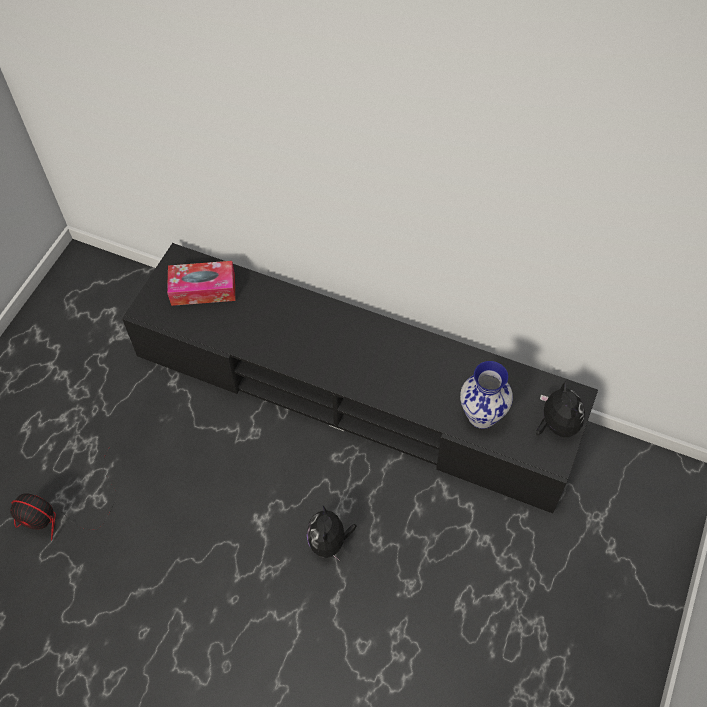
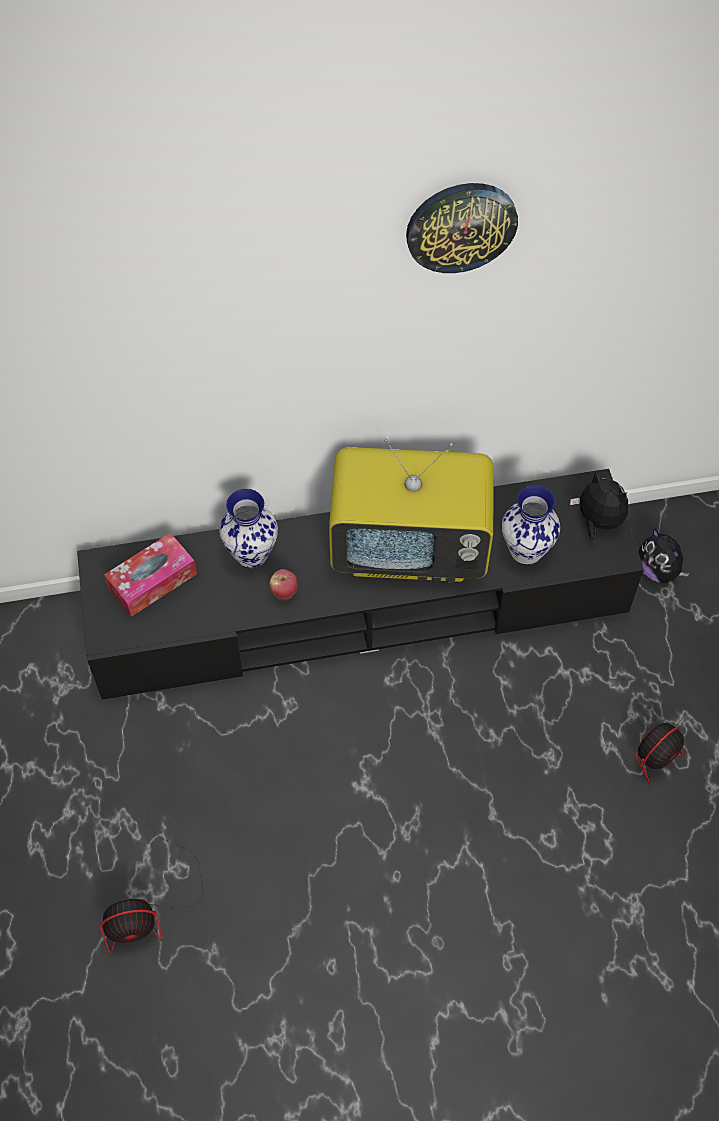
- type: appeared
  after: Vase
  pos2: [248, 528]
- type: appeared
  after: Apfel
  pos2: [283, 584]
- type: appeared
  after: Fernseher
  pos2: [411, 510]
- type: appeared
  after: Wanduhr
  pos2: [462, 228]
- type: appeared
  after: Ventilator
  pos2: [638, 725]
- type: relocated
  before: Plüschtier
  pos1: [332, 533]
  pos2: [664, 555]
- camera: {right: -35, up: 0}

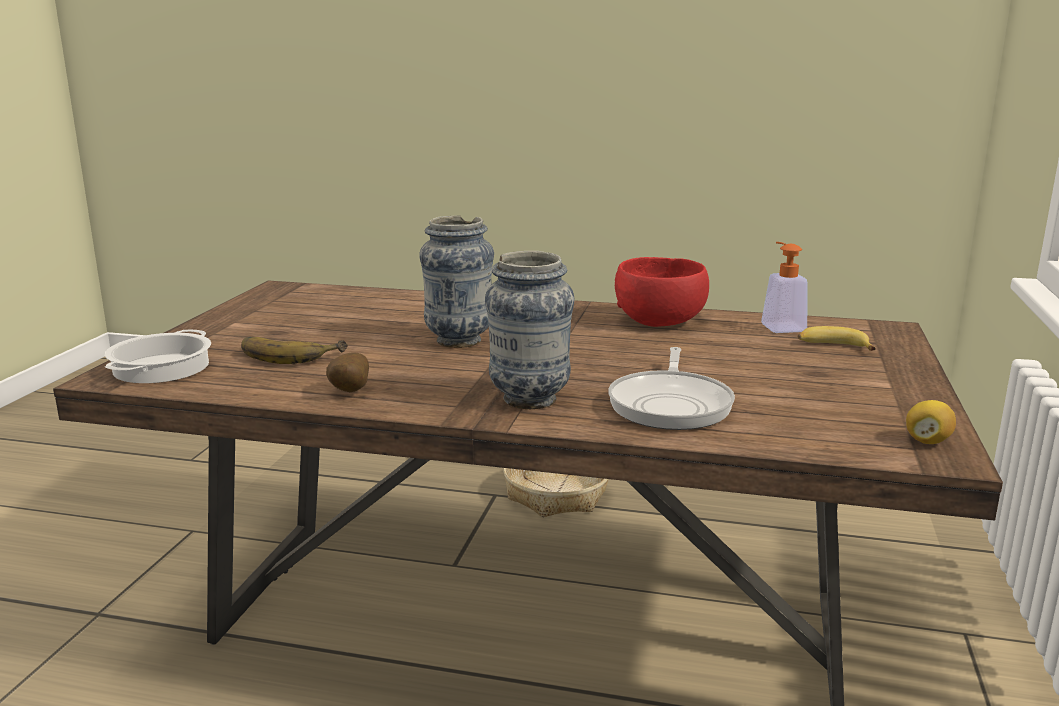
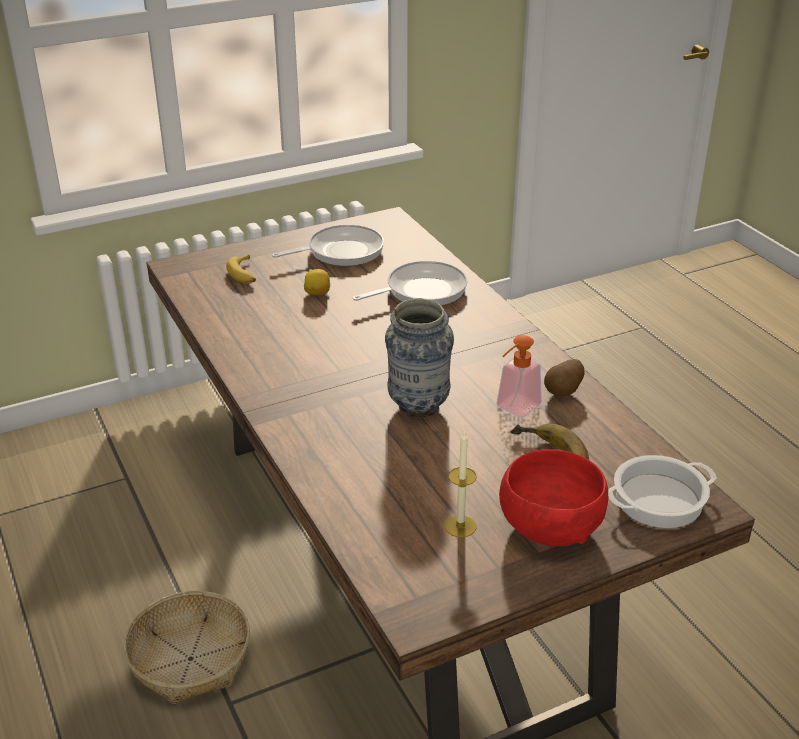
- type: missing
  before: Vase
  pos1: [530, 330]
- type: appeared
  after: Pfanne
  pos2: [328, 245]
- type: appeared
  after: Kerze
  pos2: [460, 484]
- type: relocated
  before: Schüssel [rot]
  pos1: [662, 292]
  pos2: [553, 497]
- type: relocated
  before: Seifenspender
  pos1: [784, 287]
  pos2: [519, 376]
- type: relocated
  before: Zitrone
  pos1: [931, 422]
  pos2: [317, 282]
- camera: {right: -130, up: 15}

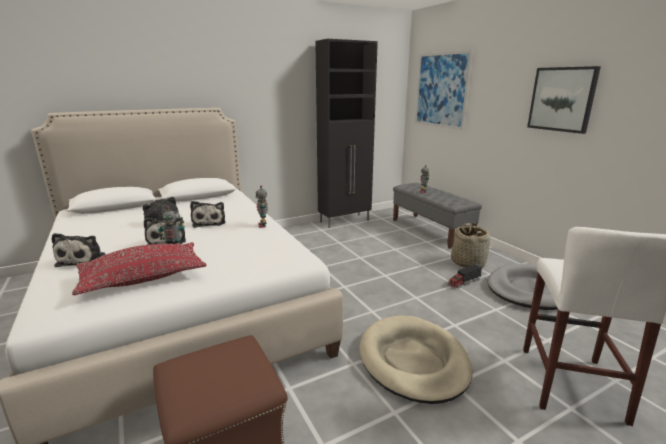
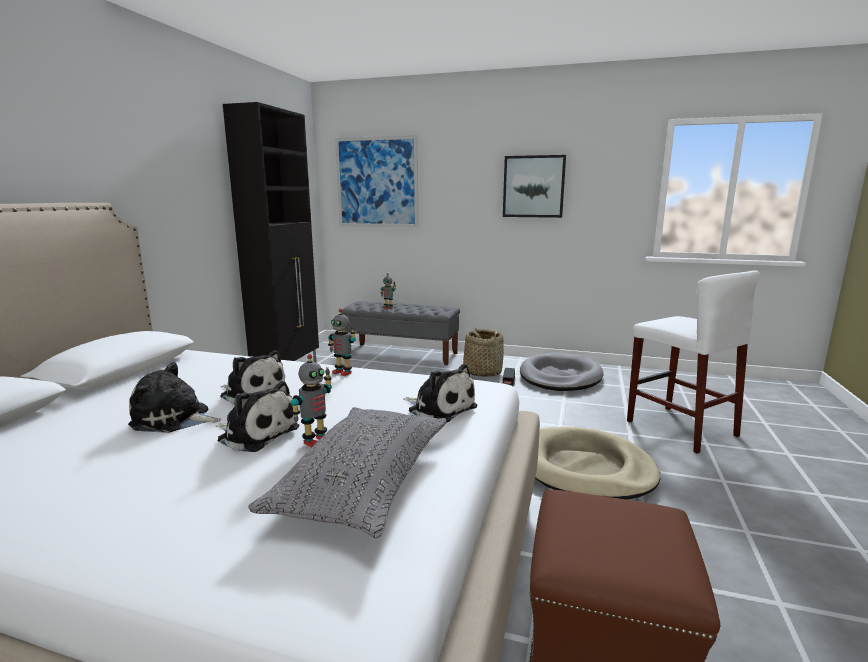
- type: relocated
  before: Plüschtier
  pos1: [79, 250]
  pos2: [440, 393]
- type: colour
  before: Kissen [rot]
  after: Kissen [grau]
  pos1: [139, 268]
  pos2: [347, 472]
- camera: {right: -45, up: -5}

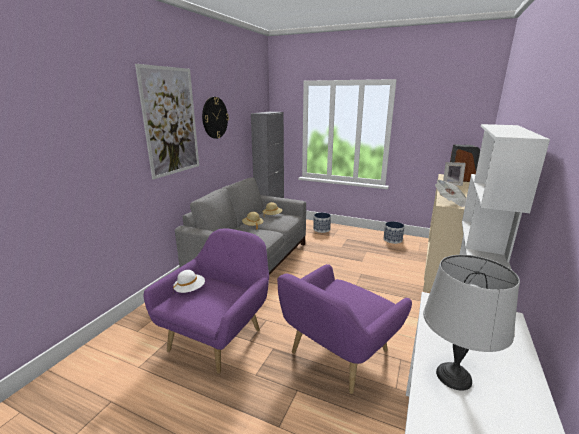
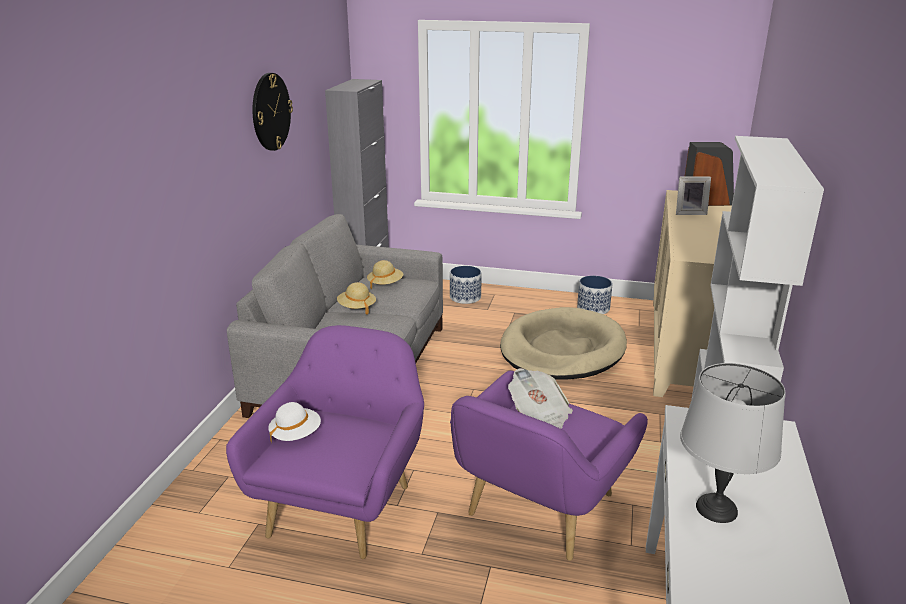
- type: missing
  before: Bild
  pos1: [167, 122]
- type: appeared
  after: Hundebett [beige]
  pos2: [563, 343]
- type: relocated
  before: Zeitung
  pos1: [450, 193]
  pos2: [540, 398]
- camera: {right: -10, up: 5}

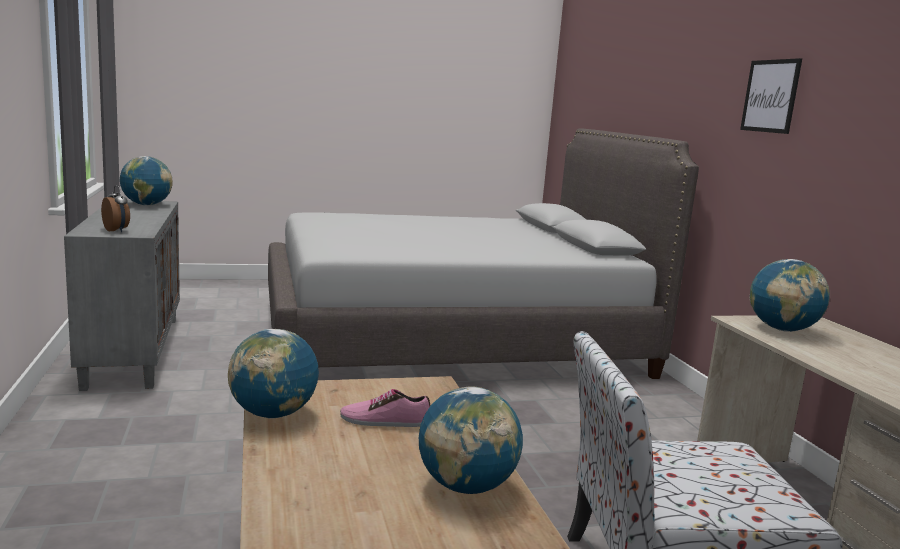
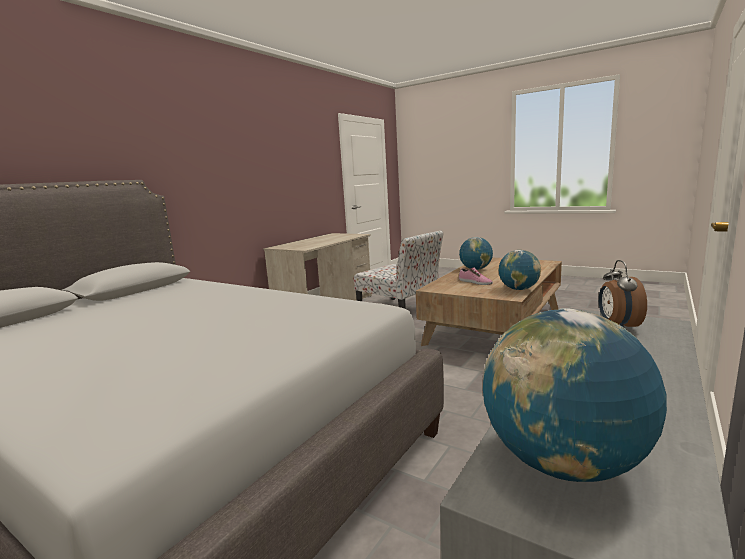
- type: missing
  before: Bild
  pos1: [771, 96]
- type: missing
  before: Globus
  pos1: [790, 295]
- camera: {right: -130, up: 0}

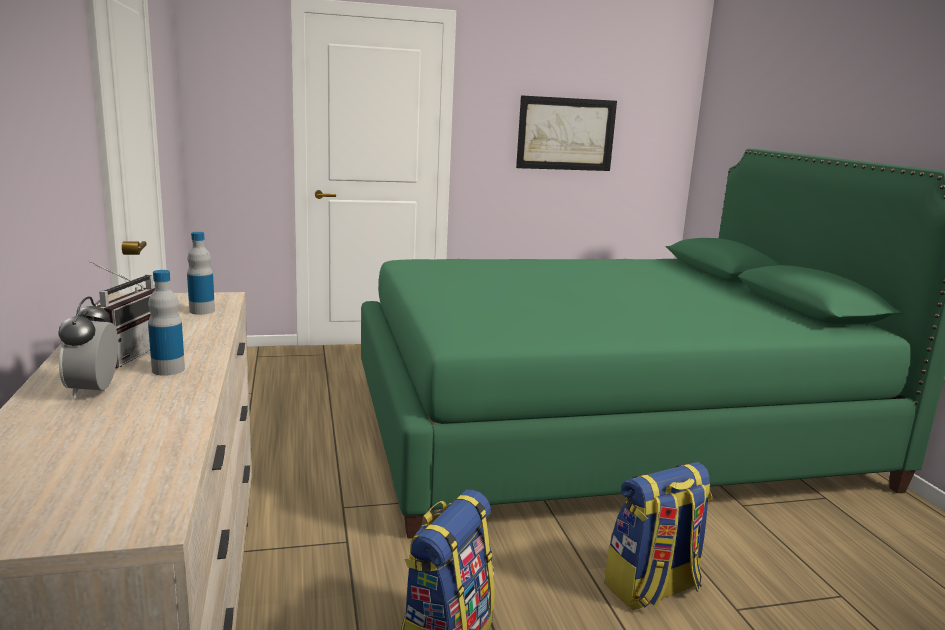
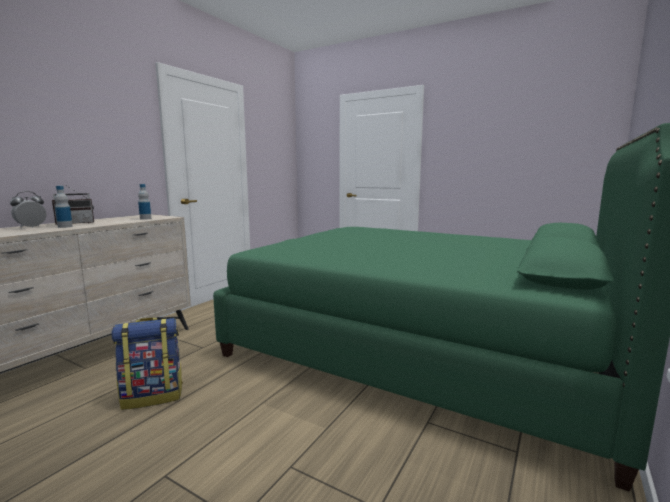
- type: missing
  before: Bild
  pos1: [566, 133]
- type: missing
  before: Rucksack
  pos1: [658, 536]
- camera: {right: 45, up: -5}

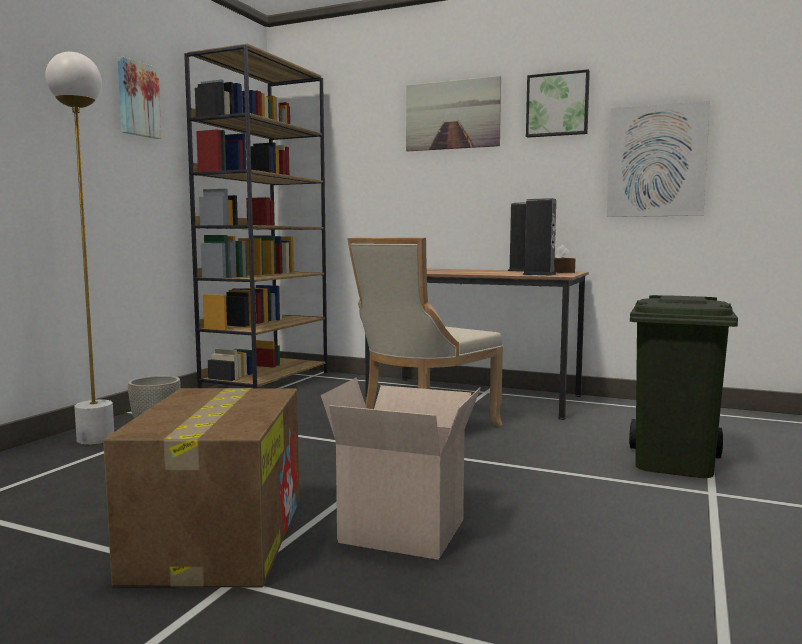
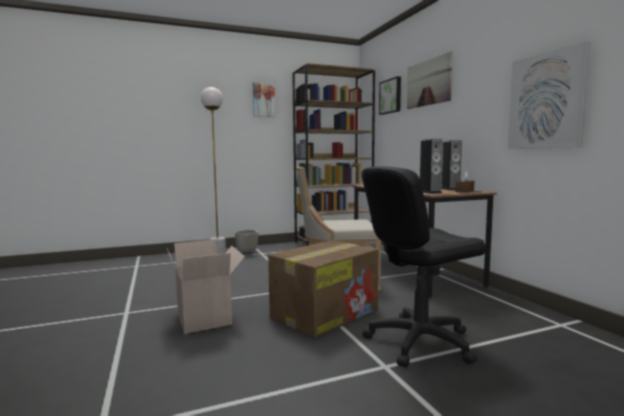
- type: relocated
  before: Karton
  pos1: [201, 487]
  pos2: [323, 289]
- type: relocated
  before: Bild
  pos1: [558, 103]
  pos2: [390, 95]
- type: exchanged
  before: Mülleimer [grün]
  after: Bürostuhl [schwarz]
  pos1: [683, 386]
  pos2: [423, 266]
- camera: {right: 45, up: 0}

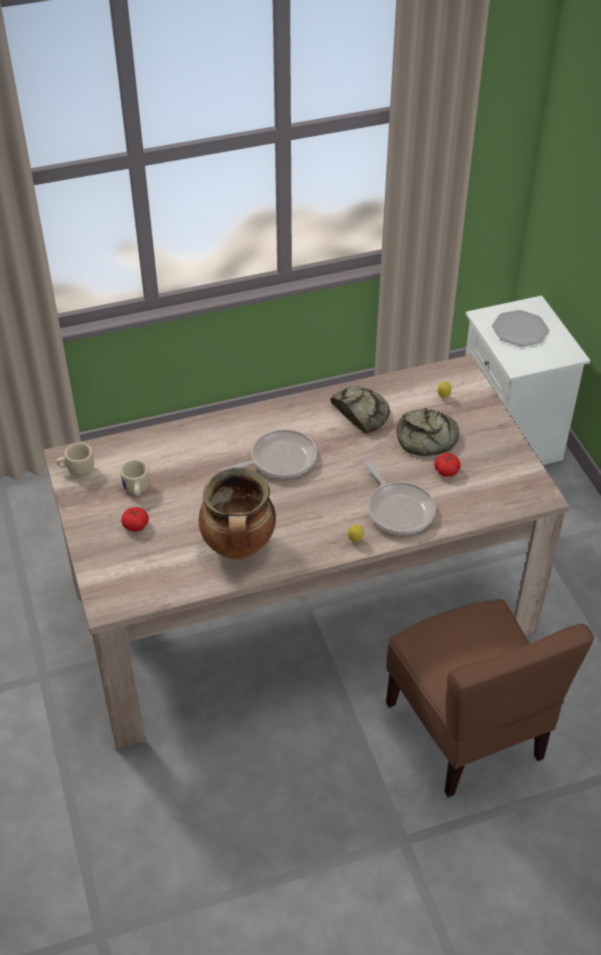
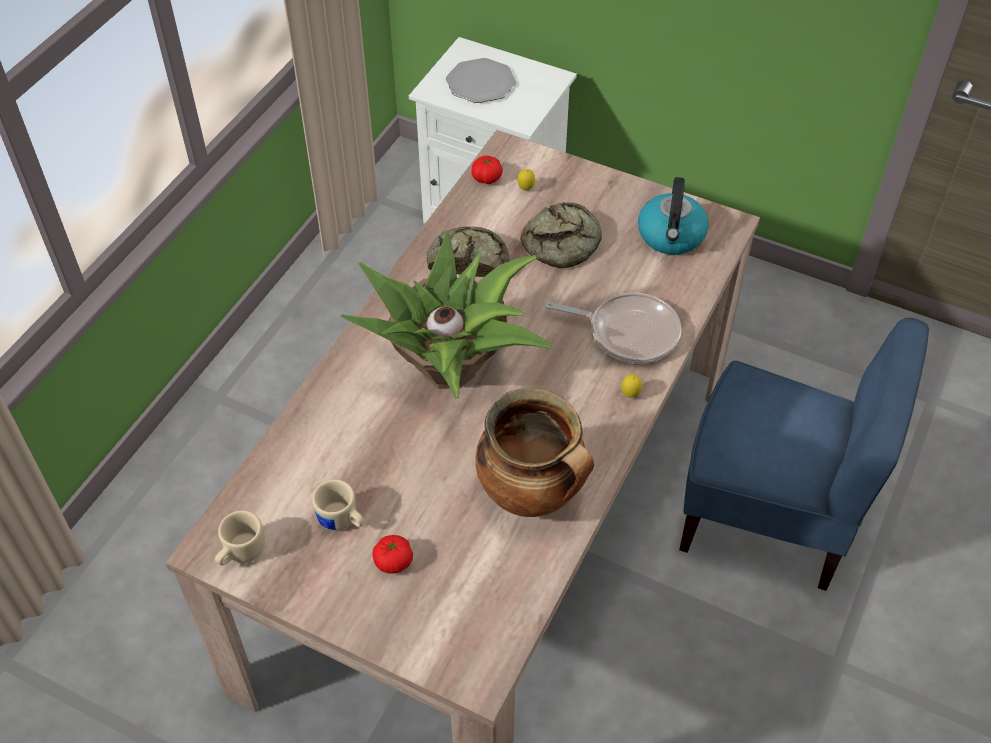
- type: appeared
  after: Wasserkessel
  pos2: [673, 216]
- type: relocated
  before: Tomate
  pos1: [447, 465]
  pos2: [487, 170]
- type: exchanged
  before: Pfanne
  after: Topfpflanze
  pos1: [268, 454]
  pos2: [446, 315]
- type: colour
  before: Stuhl [braun]
  after: Stuhl [blau]
  pos1: [490, 698]
  pos2: [804, 454]
- camera: {right: -45, up: 5}

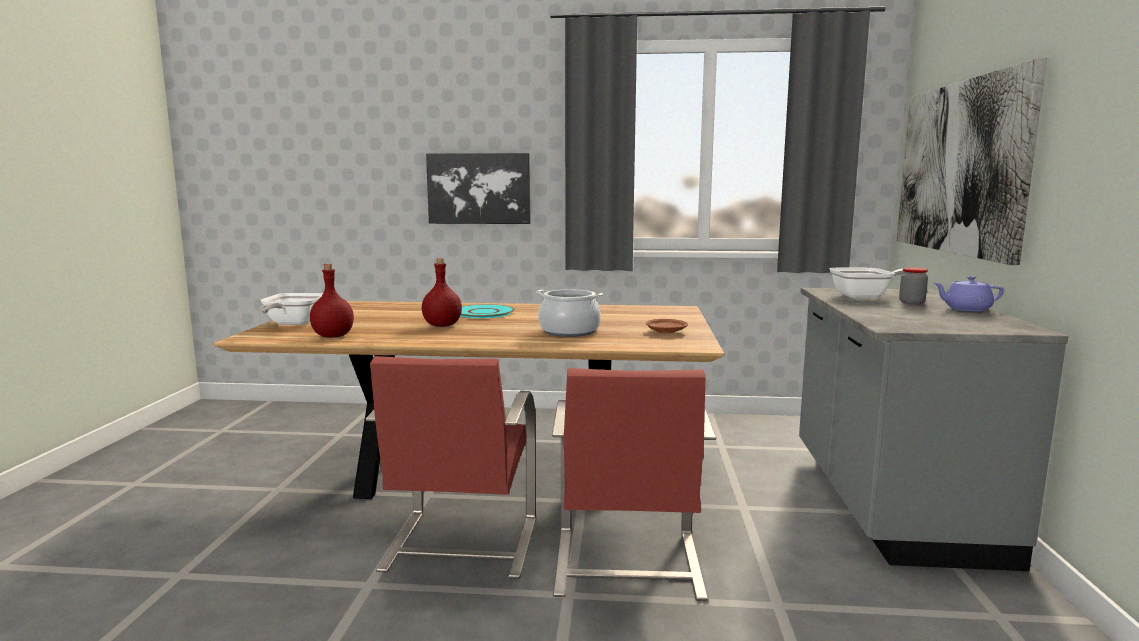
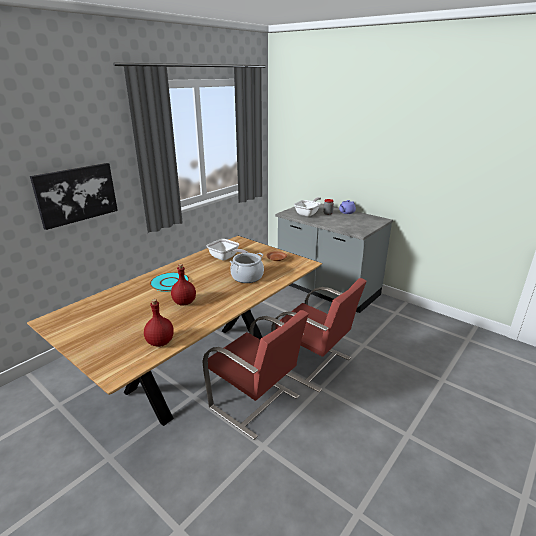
- type: missing
  before: Bild
  pos1: [972, 161]
- type: relocated
  before: Pfanne
  pos1: [291, 309]
  pos2: [227, 249]
- camera: {right: -55, up: 15}

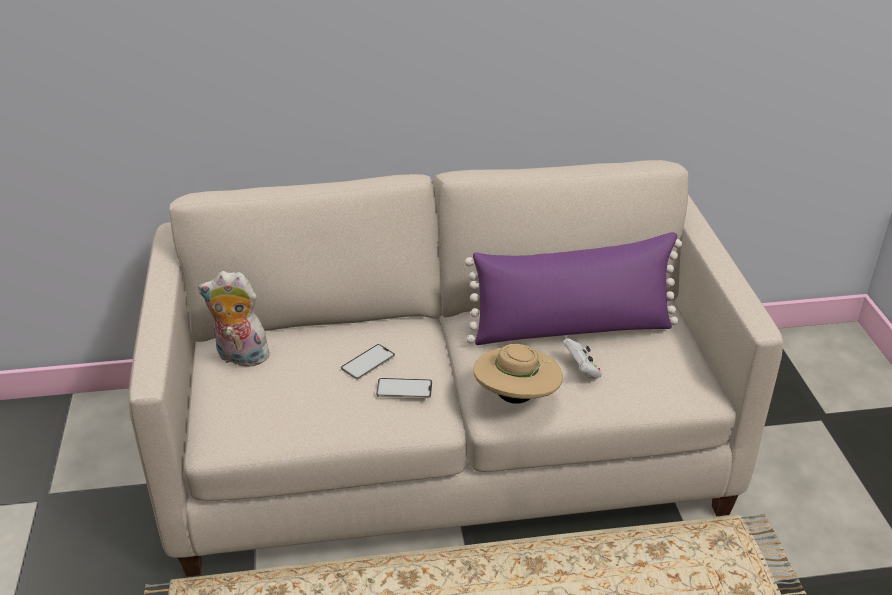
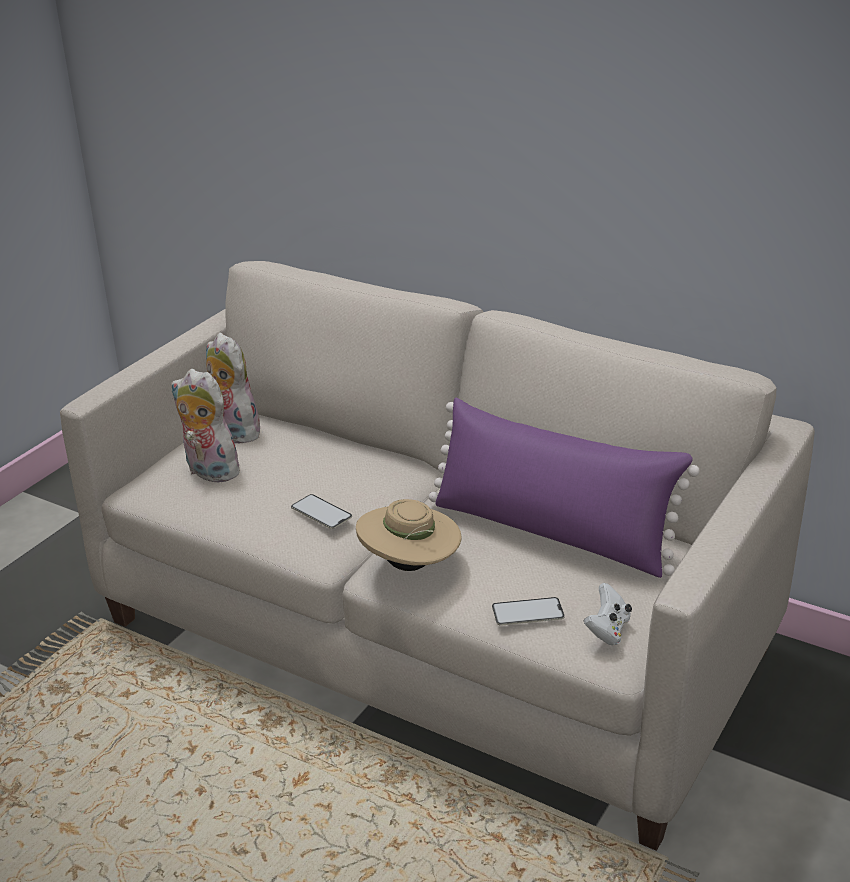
- type: appeared
  after: Plüschtier
  pos2: [205, 425]
- type: relocated
  before: Handy
  pos1: [368, 362]
  pos2: [528, 611]
- type: relocated
  before: Gamepad [weiß]
  pos1: [582, 359]
  pos2: [608, 614]
- camera: {right: 40, up: -5}

